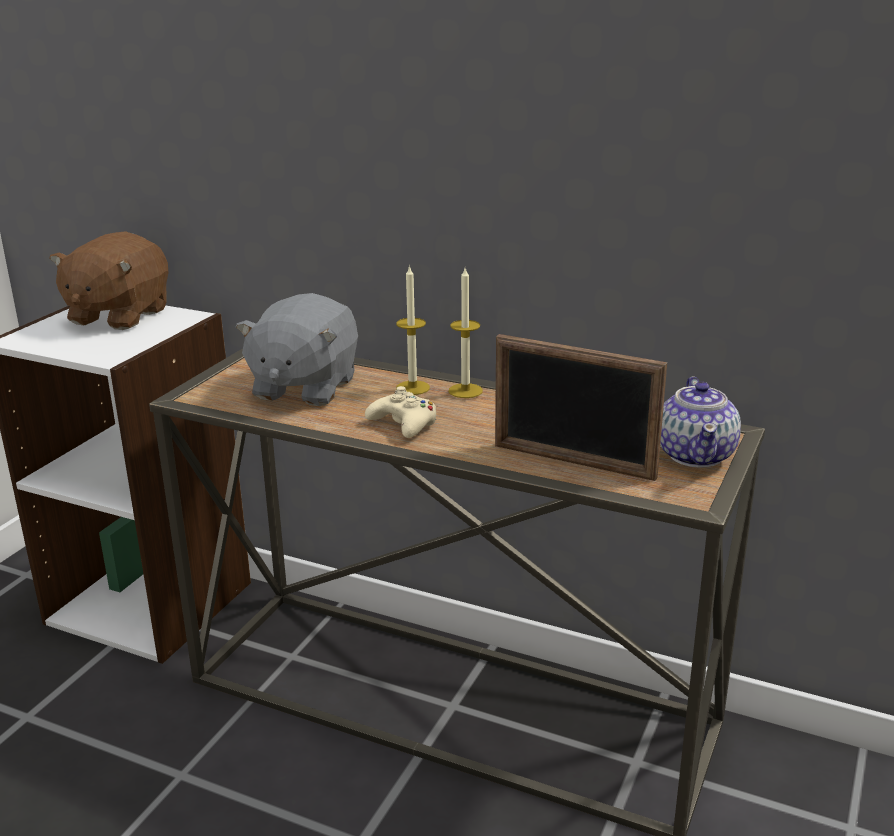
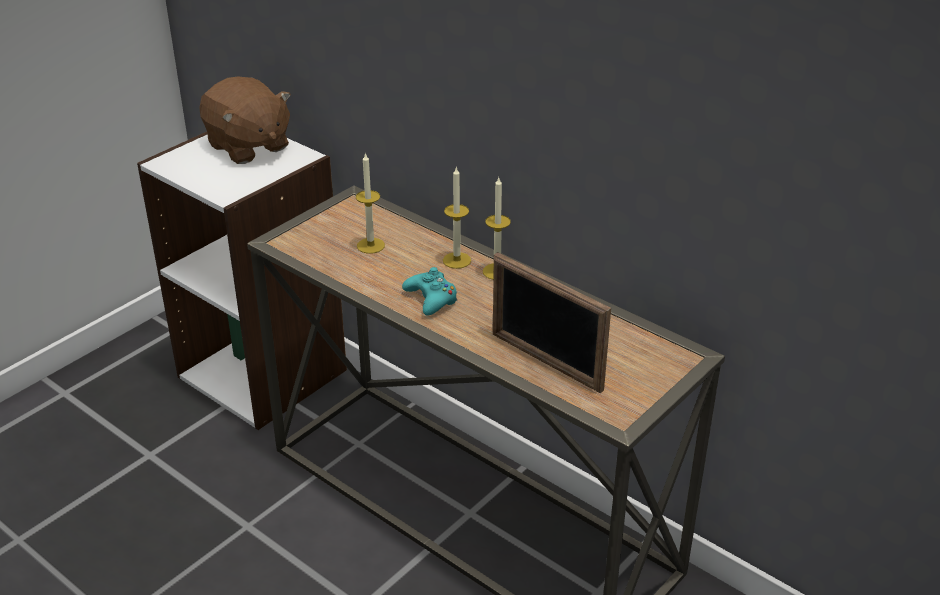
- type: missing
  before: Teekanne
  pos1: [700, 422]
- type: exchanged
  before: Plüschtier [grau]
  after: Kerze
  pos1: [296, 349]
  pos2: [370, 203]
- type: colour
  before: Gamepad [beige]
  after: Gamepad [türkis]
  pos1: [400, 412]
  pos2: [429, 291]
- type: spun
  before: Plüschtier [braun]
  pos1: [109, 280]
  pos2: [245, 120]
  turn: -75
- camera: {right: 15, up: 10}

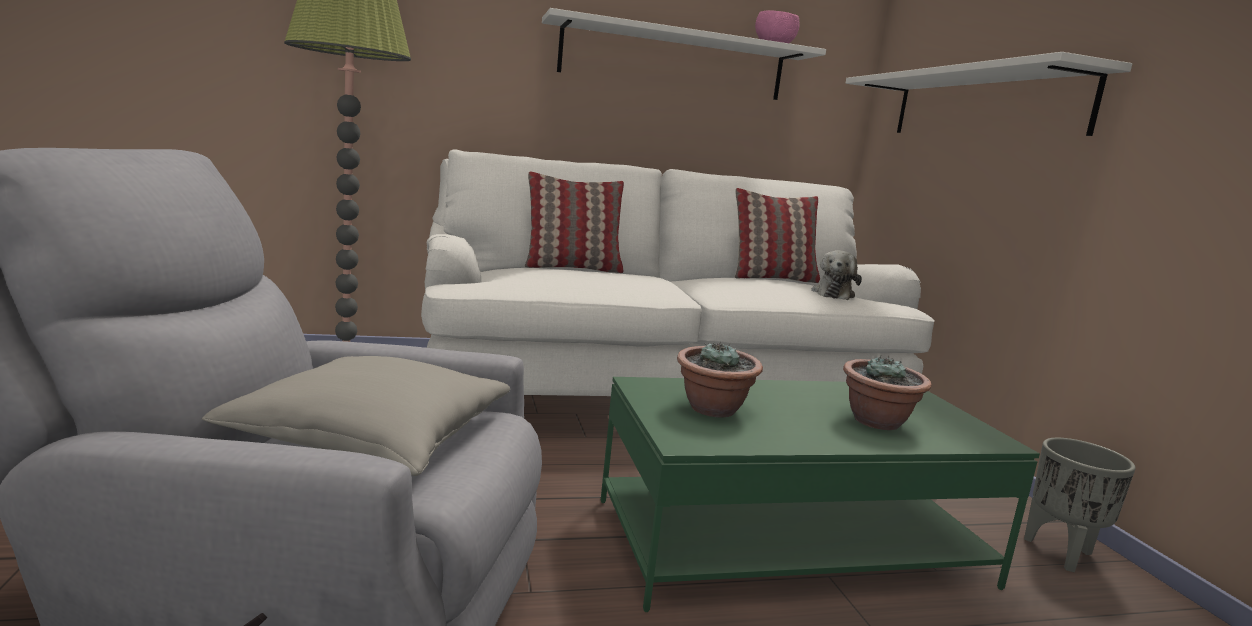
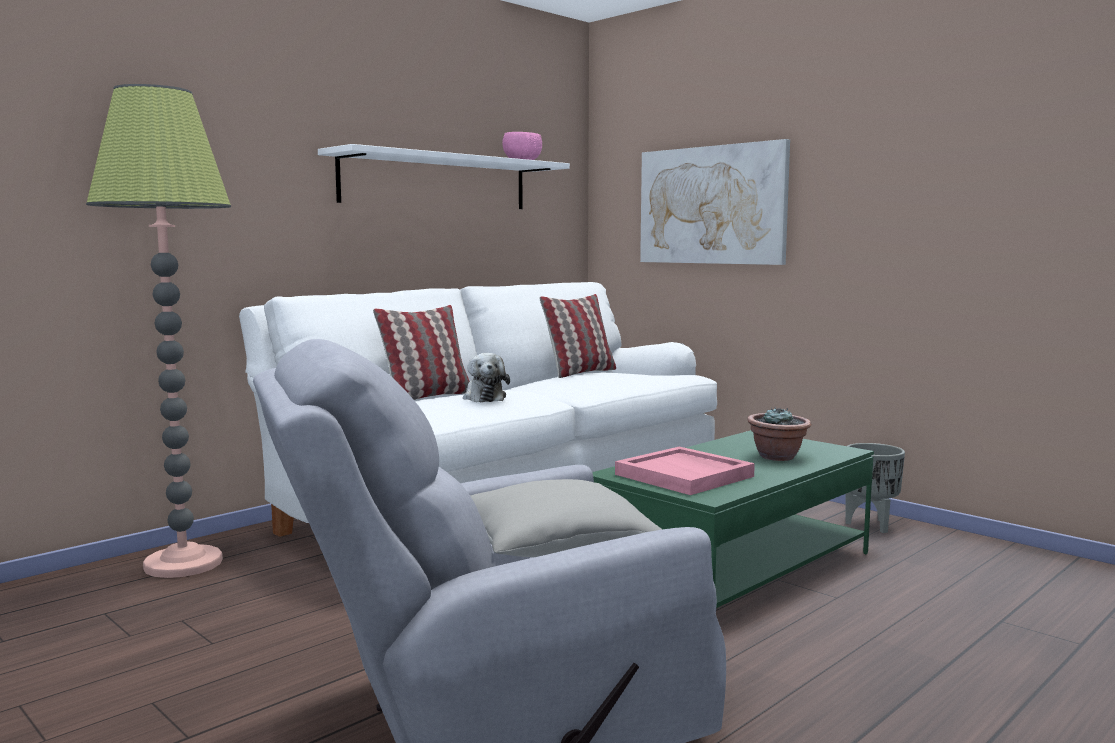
- type: relocated
  before: Plüschtier
  pos1: [836, 275]
  pos2: [486, 377]
- type: exchanged
  before: Topfpflanze
  after: Tablett [rosa]
  pos1: [720, 379]
  pos2: [685, 471]
- type: exchanged
  before: Wandregal [weiß]
  after: Bild
  pos1: [989, 94]
  pos2: [715, 202]
- camera: {right: -30, up: -5}

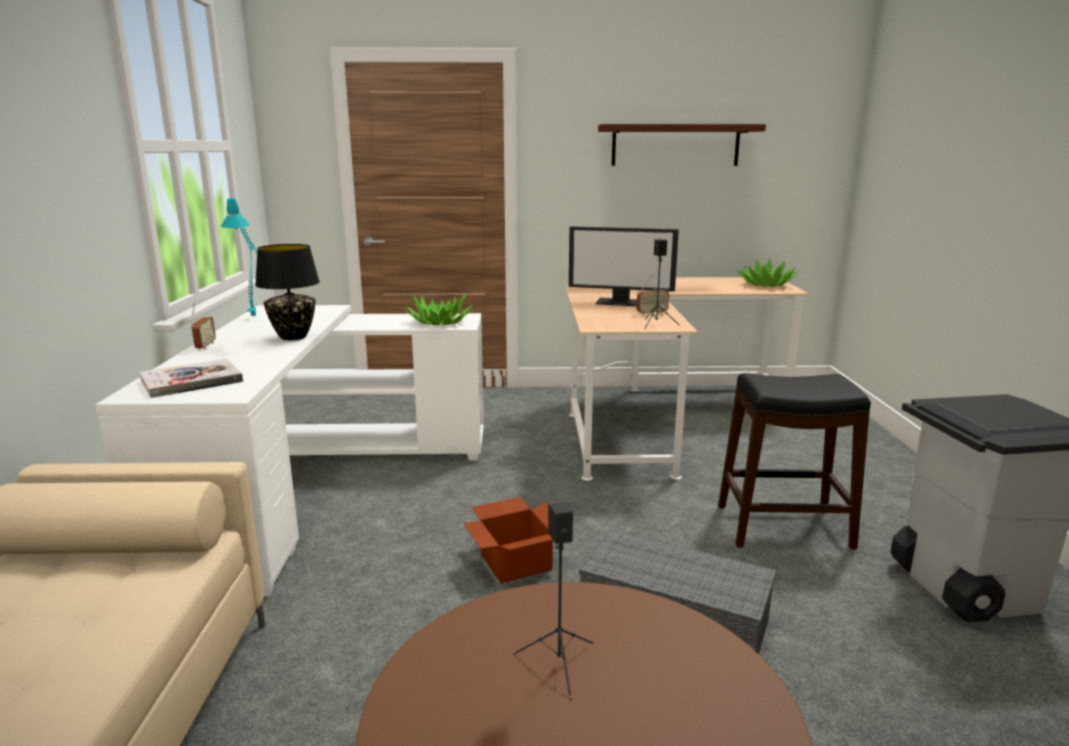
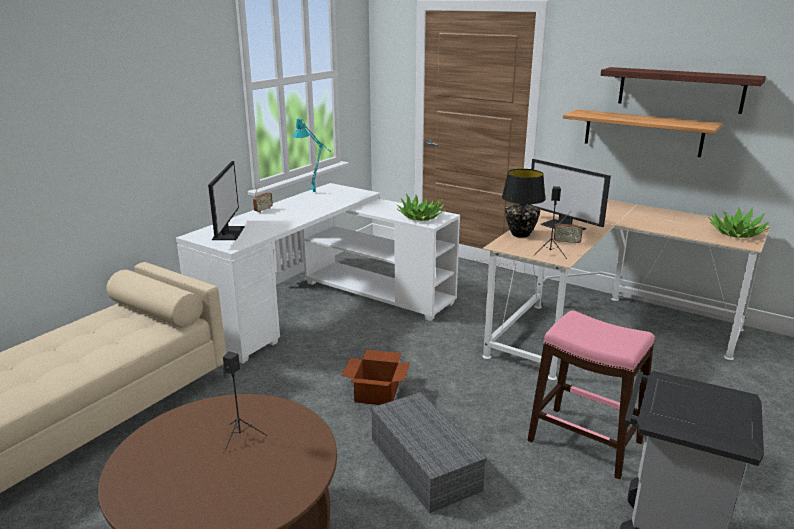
- type: appeared
  after: Wandregal
  pos2: [642, 133]
- type: relocated
  before: Tischlampe [schwarz]
  pos1: [287, 292]
  pos2: [524, 203]
- type: exchanged
  before: Buch
  after: Monitor
  pos1: [191, 378]
  pos2: [226, 200]
- type: colour
  before: Hocker [schwarz]
  after: Hocker [rosa]
  pos1: [794, 461]
  pos2: [591, 394]
- camera: {right: 35, up: 5}

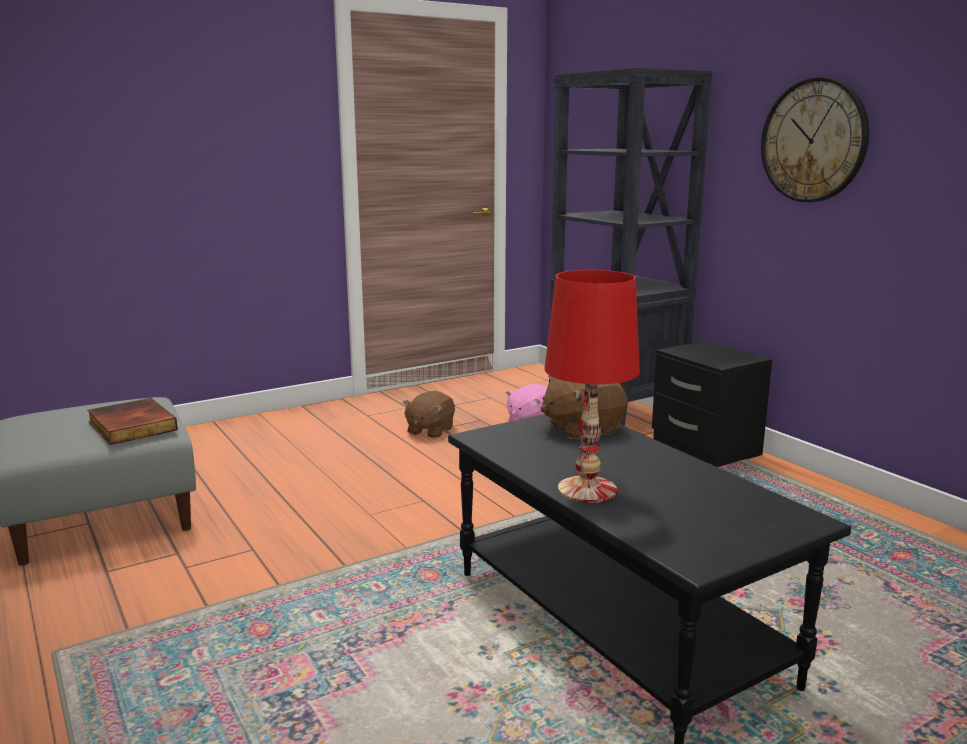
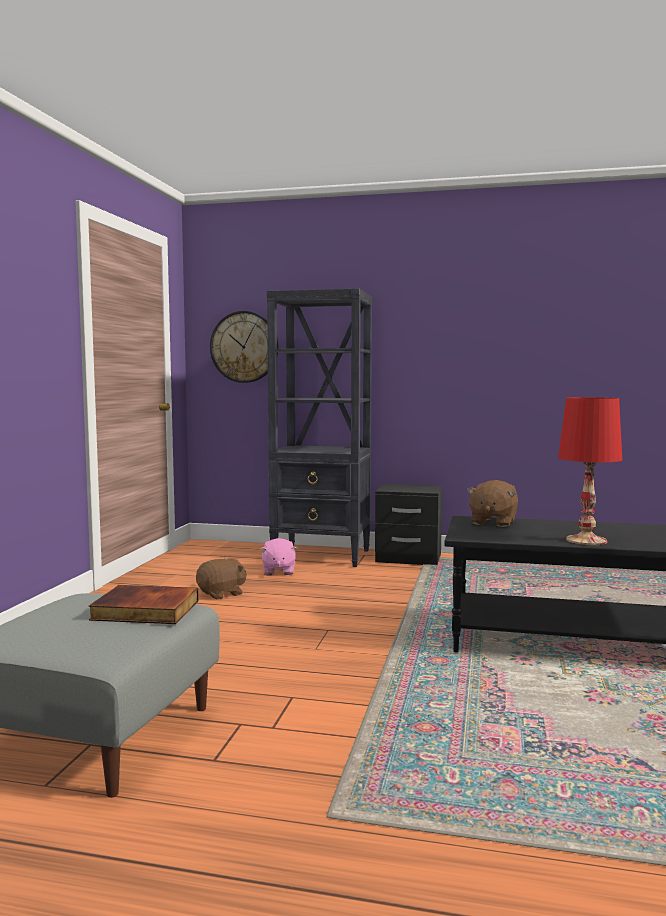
- type: relocated
  before: Wanduhr
  pos1: [815, 139]
  pos2: [244, 347]
- type: spun
  before: Plüschtier [braun]
  pos1: [429, 414]
  pos2: [221, 579]
  turn: -105
- camera: {right: -45, up: -10}

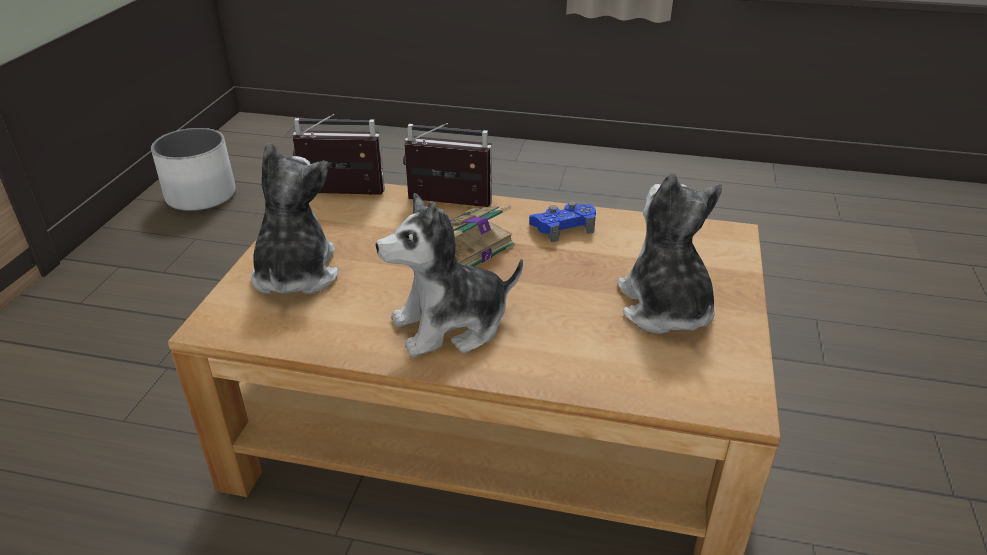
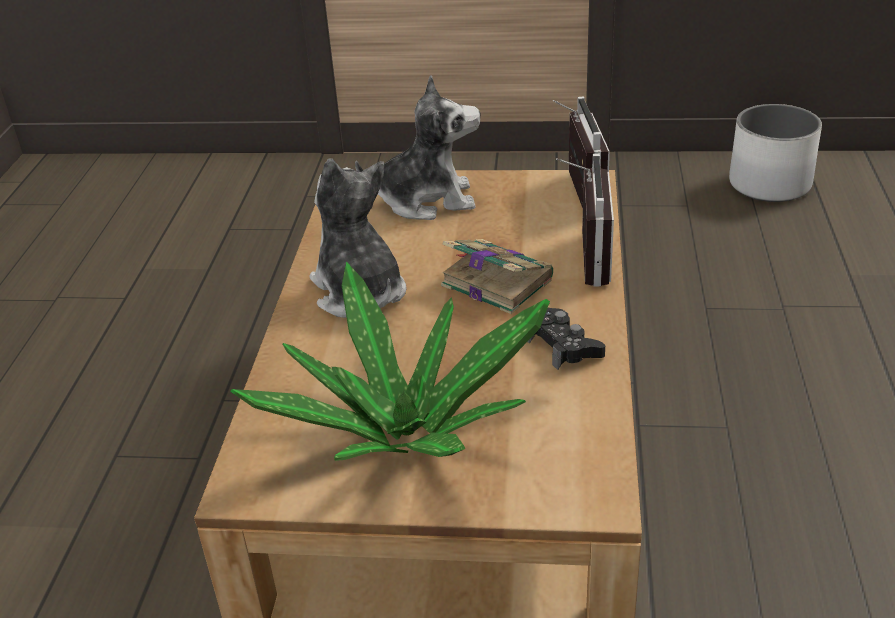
- type: exchanged
  before: Plüschtier
  after: Topfpflanze
  pos1: [670, 253]
  pos2: [390, 361]
- type: colour
  before: Gamepad [blau]
  after: Gamepad [schwarz]
  pos1: [562, 221]
  pos2: [566, 339]
- camera: {right: 85, up: 0}

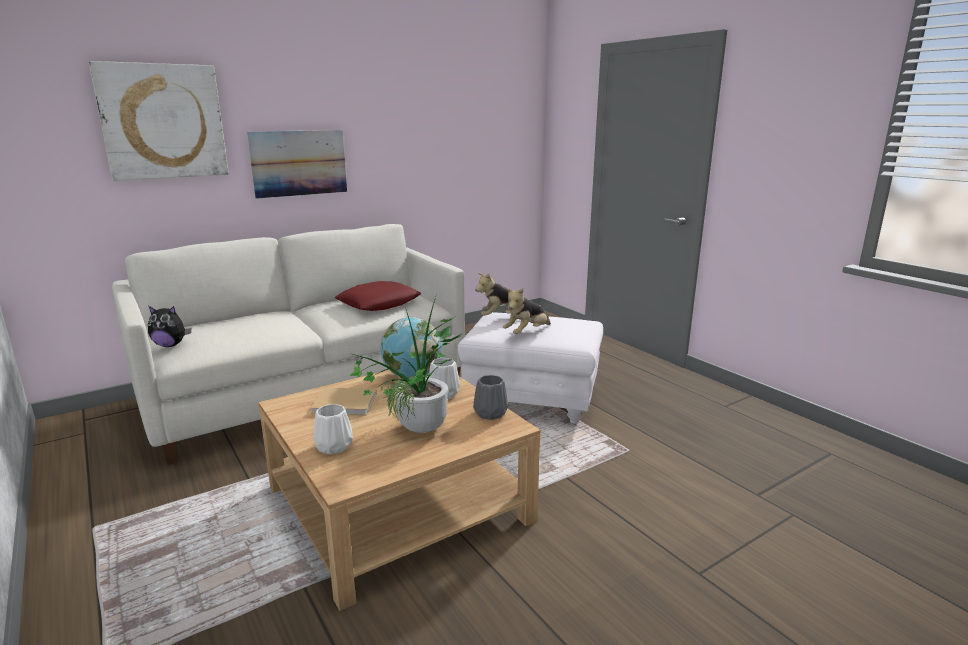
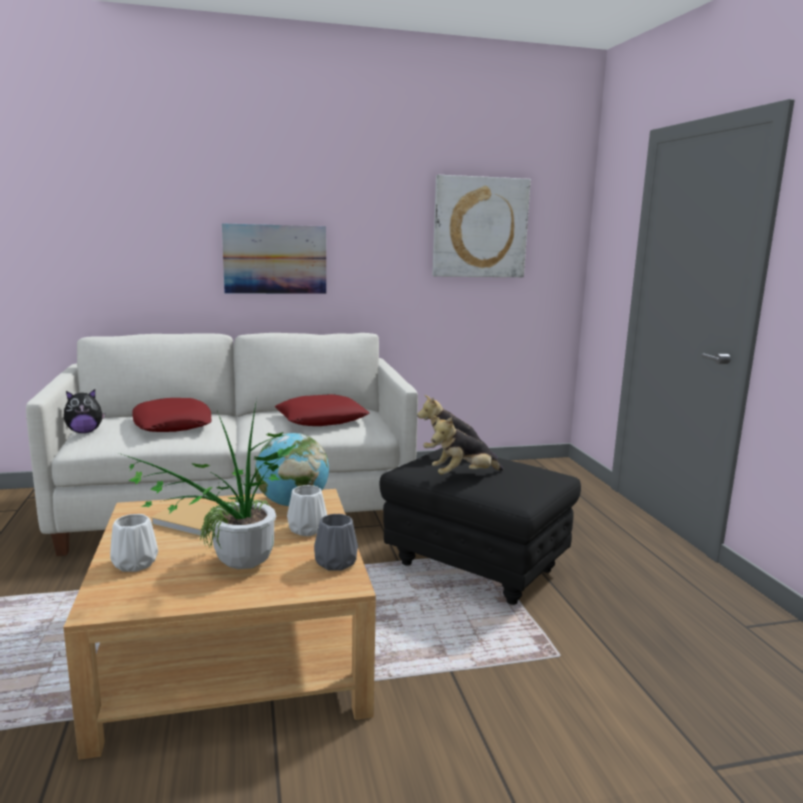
- type: appeared
  after: Kissen [rot]
  pos2: [172, 415]
- type: relocated
  before: Bild
  pos1: [159, 121]
  pos2: [481, 226]
- type: colour
  before: Polsterhocker [weiß]
  after: Polsterhocker [schwarz]
  pos1: [530, 368]
  pos2: [480, 526]
- type: spun
  before: Plüschtier
  pos1: [169, 326]
  pos2: [85, 411]
  turn: -45
- camera: {right: 20, up: -5}

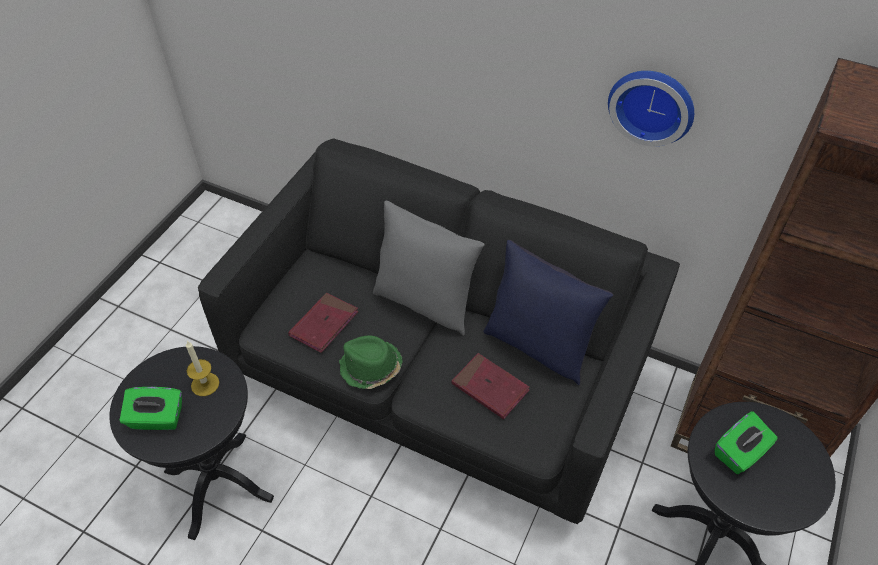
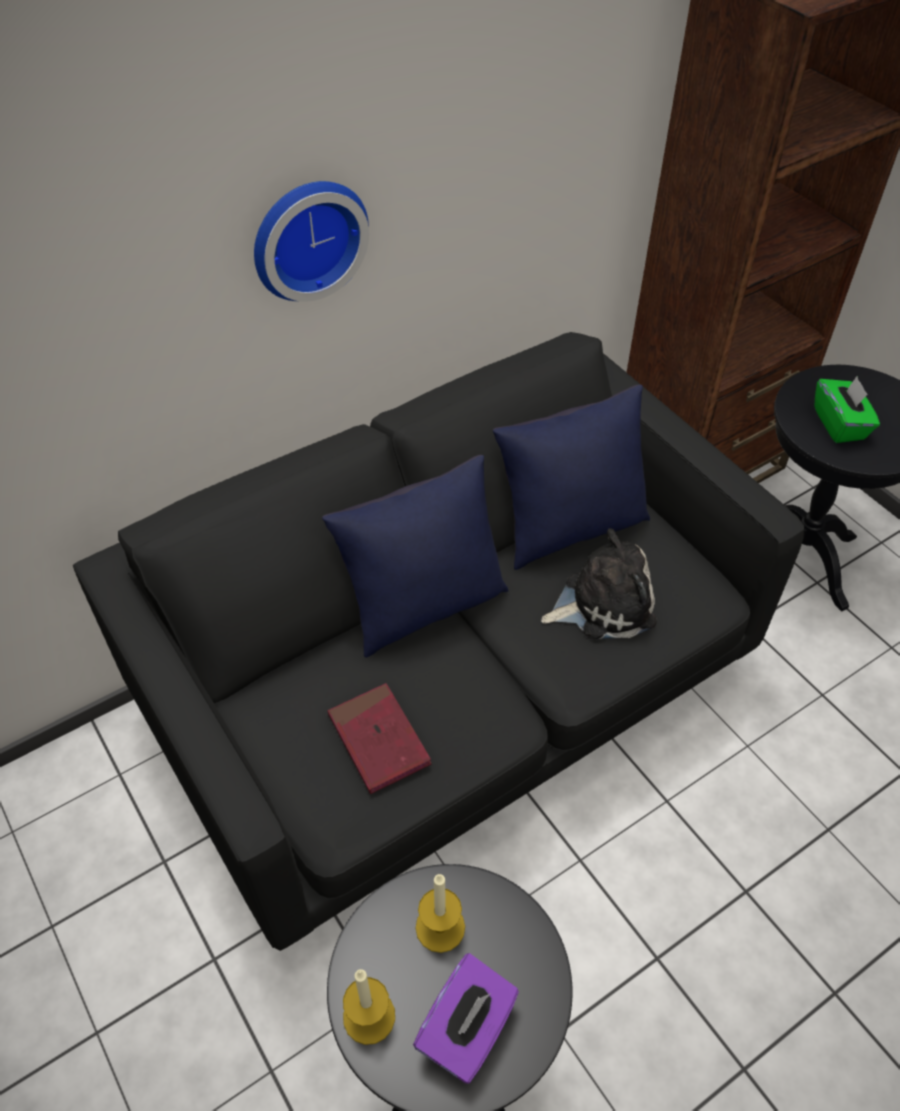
- type: missing
  before: Hut [grün]
  pos1: [371, 362]
- type: appeared
  after: Kerze
  pos2: [369, 1007]
- type: relocated
  before: Wanduhr
  pos1: [651, 109]
  pos2: [311, 241]
- type: exchanged
  before: Buch [rot]
  after: Plüschtier
  pos1: [491, 386]
  pos2: [599, 583]
- type: colour
  before: Taschentuchbox [grün]
  after: Taschentuchbox [lila]
  pos1: [151, 408]
  pos2: [466, 1018]
- type: colour
  before: Kissen [grau]
  after: Kissen [blau]
  pos1: [429, 268]
  pos2: [415, 556]
- camera: {right: -60, up: 0}

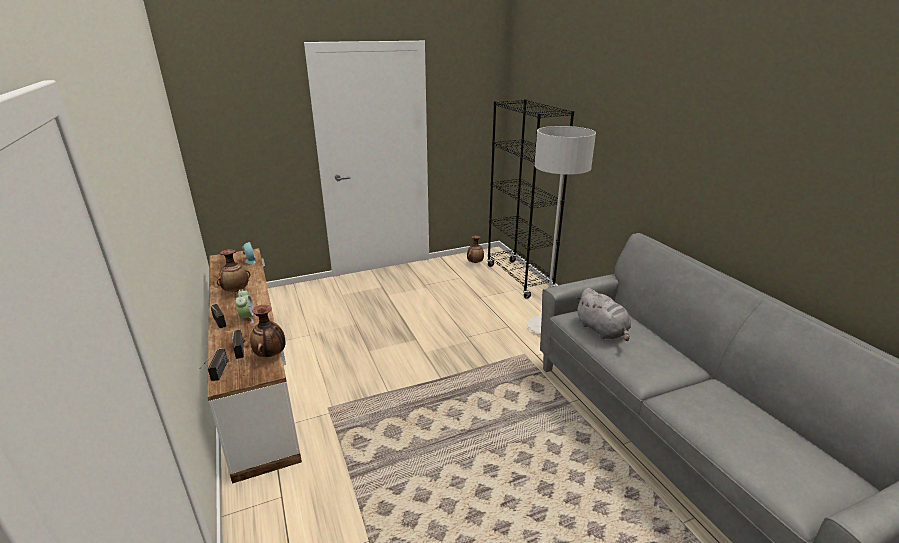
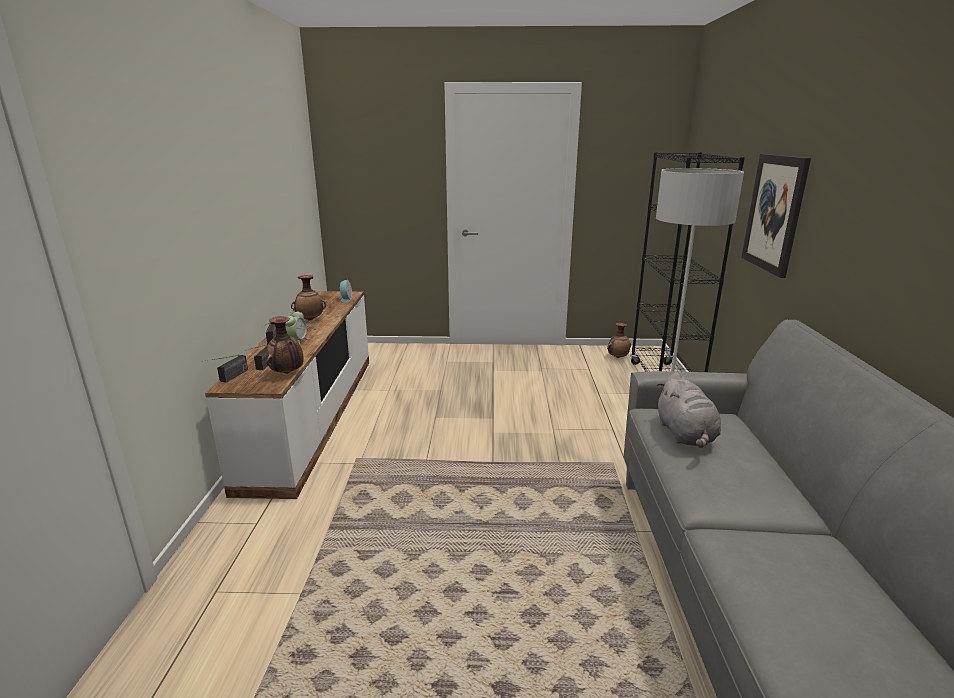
- type: appeared
  after: Bild
  pos2: [776, 216]
- camera: {right: 25, up: -5}

